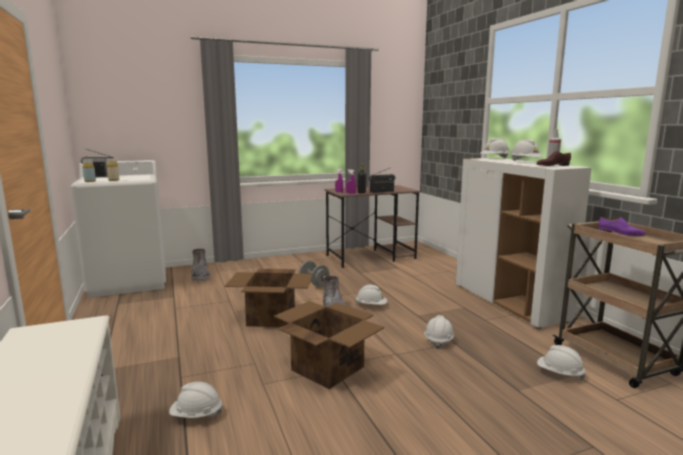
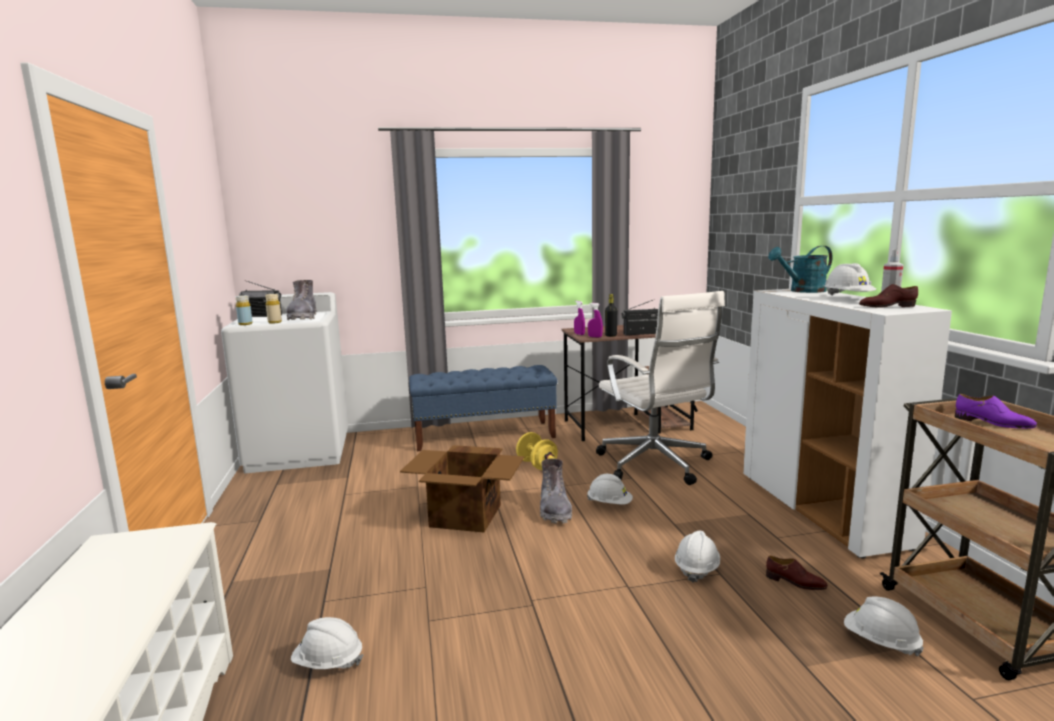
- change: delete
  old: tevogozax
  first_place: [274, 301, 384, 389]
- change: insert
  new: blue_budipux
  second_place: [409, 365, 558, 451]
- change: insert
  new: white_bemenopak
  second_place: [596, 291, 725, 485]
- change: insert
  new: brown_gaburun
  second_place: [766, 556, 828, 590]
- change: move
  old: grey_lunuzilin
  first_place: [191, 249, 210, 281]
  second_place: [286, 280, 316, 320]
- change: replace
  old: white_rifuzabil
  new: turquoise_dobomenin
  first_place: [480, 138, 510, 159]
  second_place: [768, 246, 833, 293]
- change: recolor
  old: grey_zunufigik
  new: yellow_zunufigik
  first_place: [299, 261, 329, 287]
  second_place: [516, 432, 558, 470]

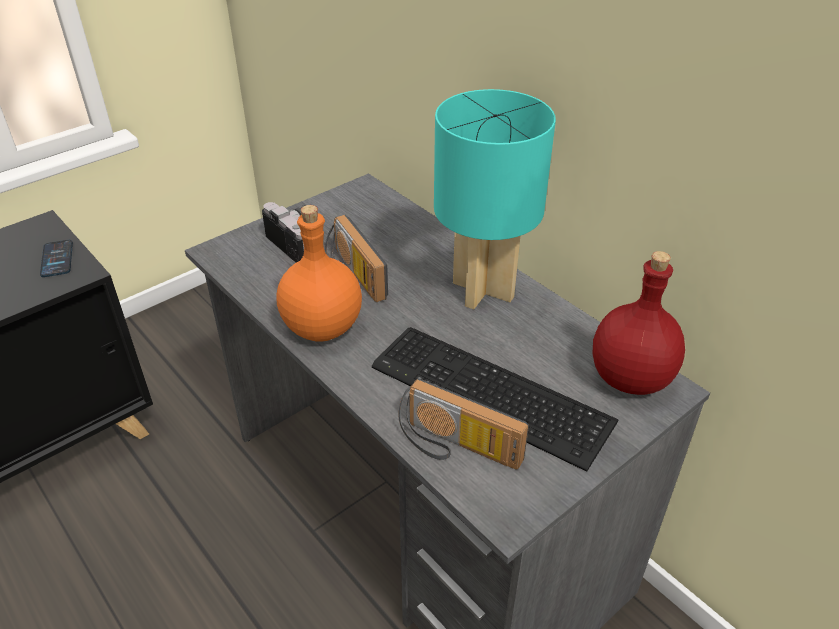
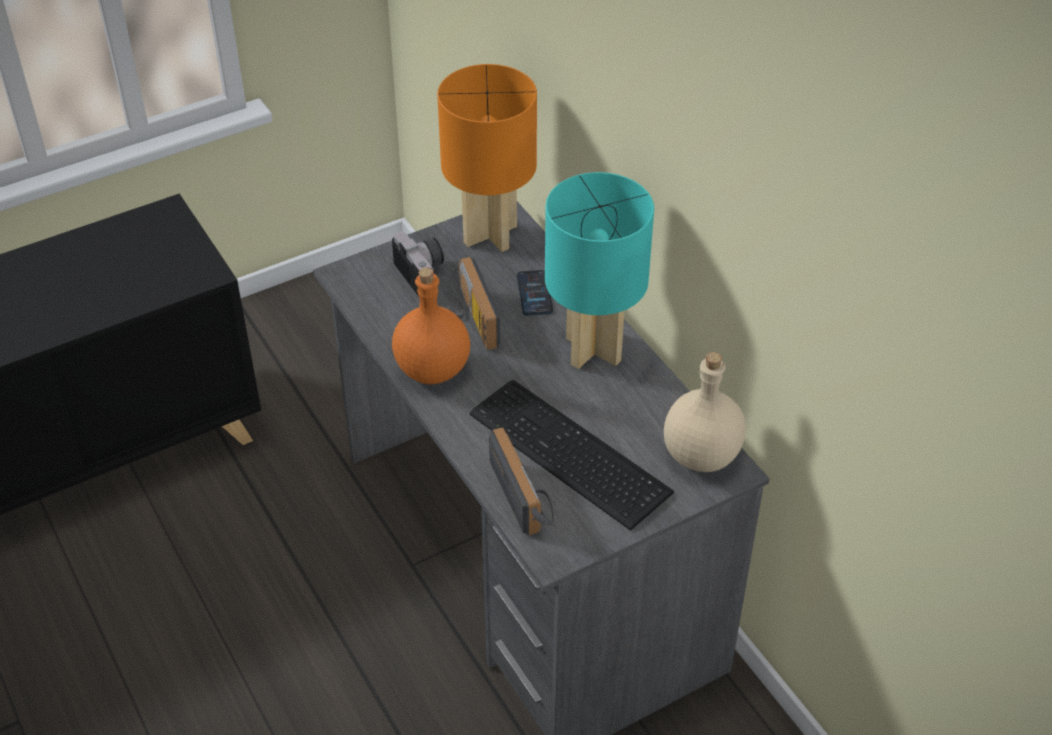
- change: insert
  new: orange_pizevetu
  second_place: [437, 64, 537, 252]
- change: move
  old: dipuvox
  first_place: [40, 240, 73, 277]
  second_place: [517, 270, 553, 316]
- change: recolor
  old: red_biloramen
  new: beige_biloramen
  first_place: [592, 251, 685, 395]
  second_place: [664, 352, 746, 472]
- change: rotate
  old: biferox
  first_place: [399, 379, 529, 469]
  second_place: [489, 427, 554, 536]
  degrees: -150

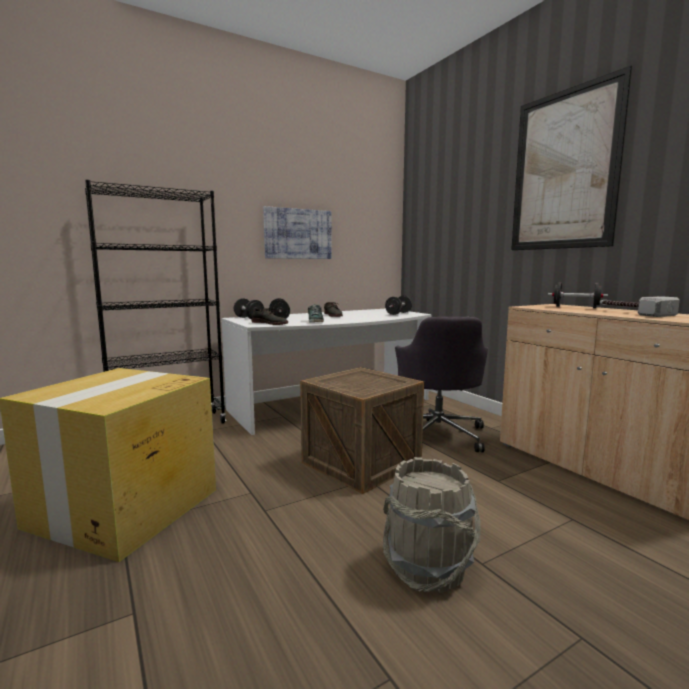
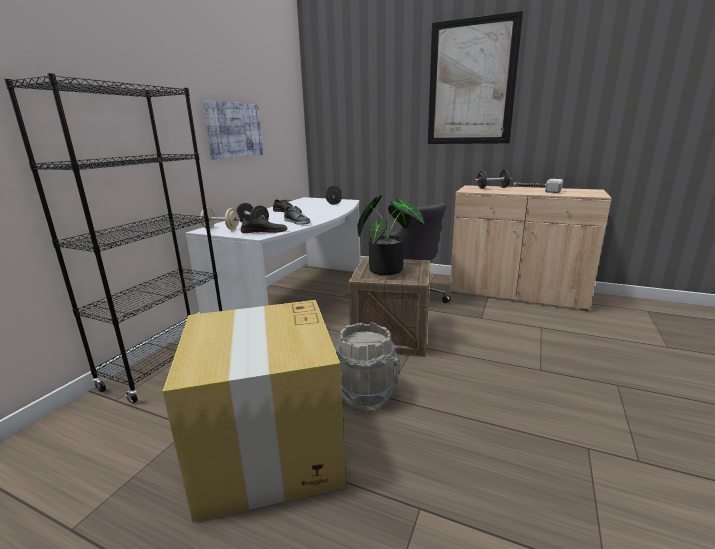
- change: insert
  new: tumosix
  second_place: [357, 195, 425, 275]
- change: move
  old: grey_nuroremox
  first_place: [383, 457, 481, 593]
  second_place: [335, 322, 401, 411]
- change: recolor
  old: black_zunufigik
  new: beige_zunufigik
  first_place: [234, 298, 264, 319]
  second_place: [200, 208, 240, 230]

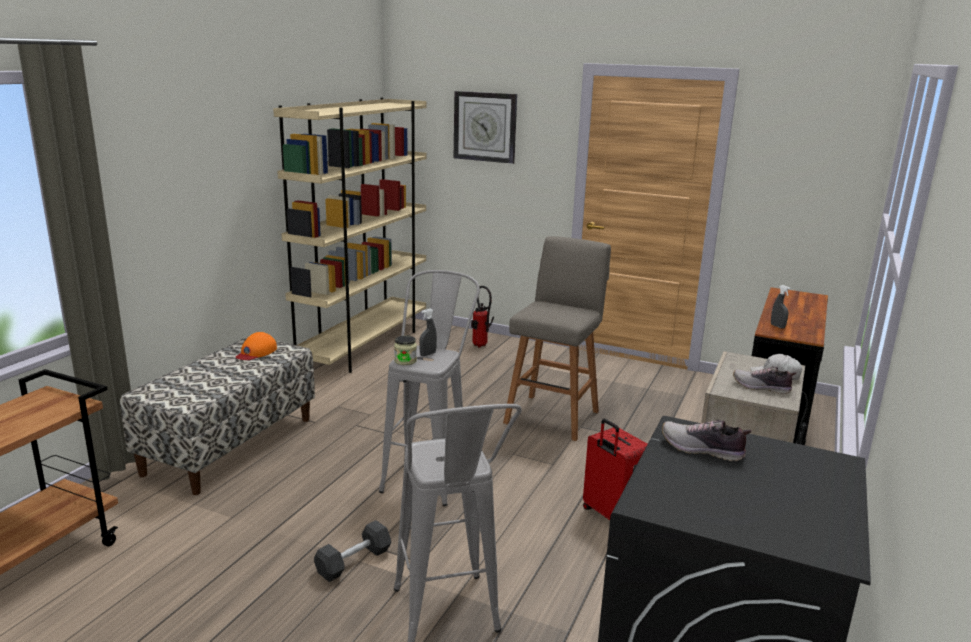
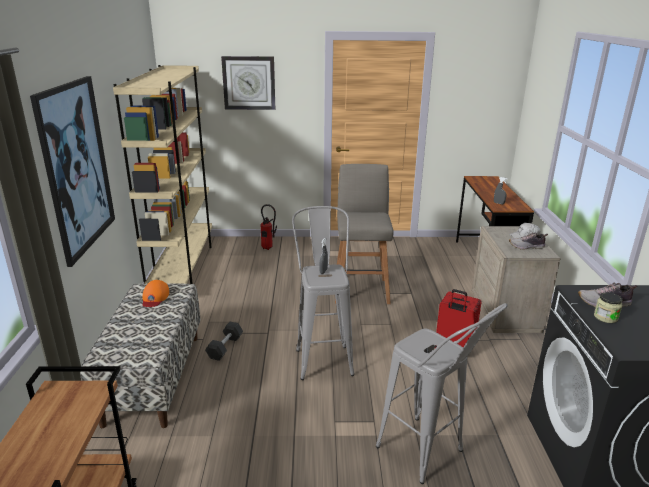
- change: insert
  new: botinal
  second_place: [30, 76, 115, 267]
- change: move
  old: black_zunufigik
  first_place: [314, 520, 392, 582]
  second_place: [205, 322, 243, 361]
- change: move
  old: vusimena
  first_place: [394, 336, 417, 365]
  second_place: [594, 292, 623, 323]

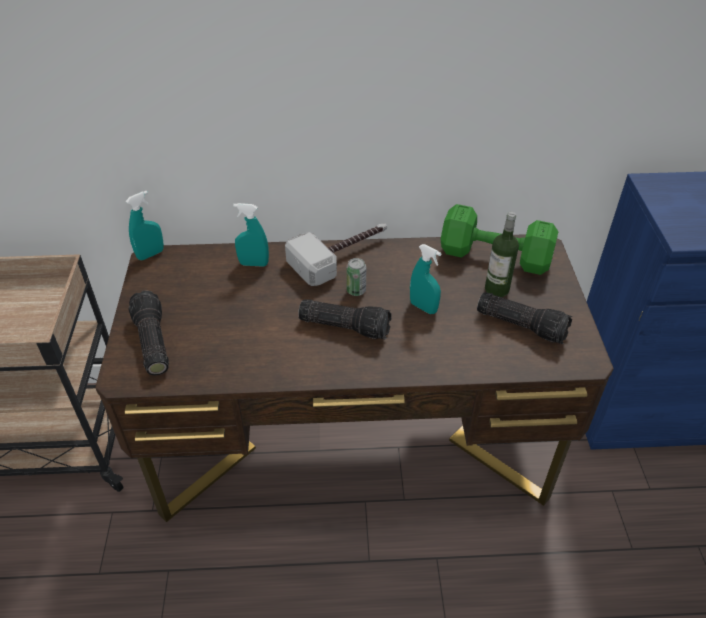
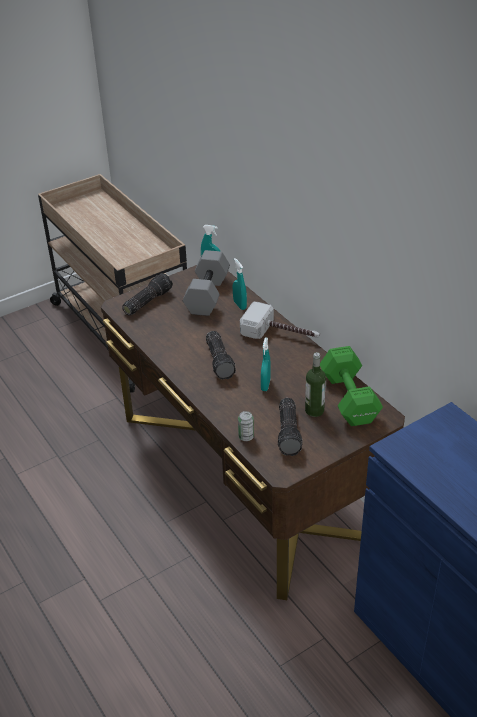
- change: insert
  new: grey_zunufigik
  second_place: [183, 250, 230, 316]
- change: move
  old: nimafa
  first_place: [346, 258, 366, 296]
  second_place: [238, 411, 254, 441]

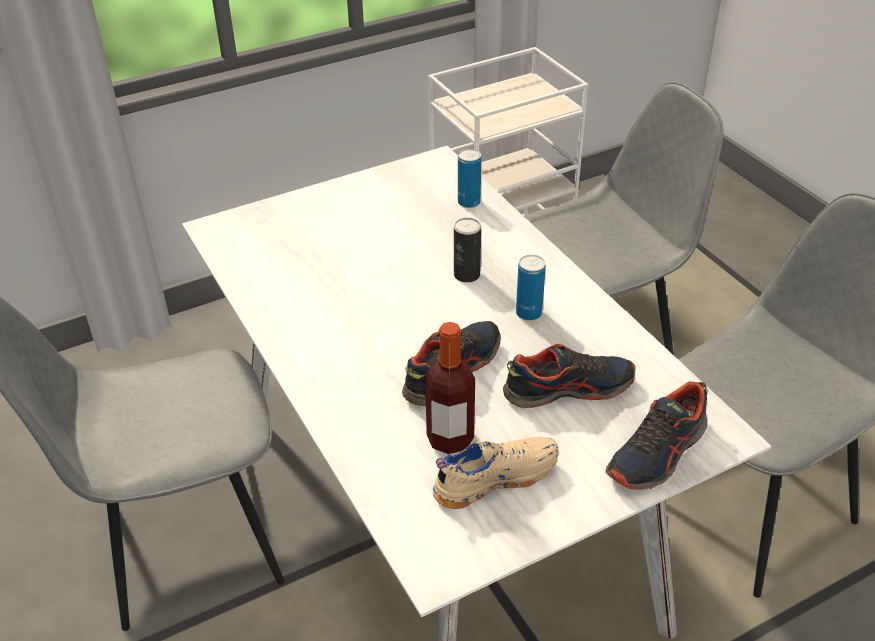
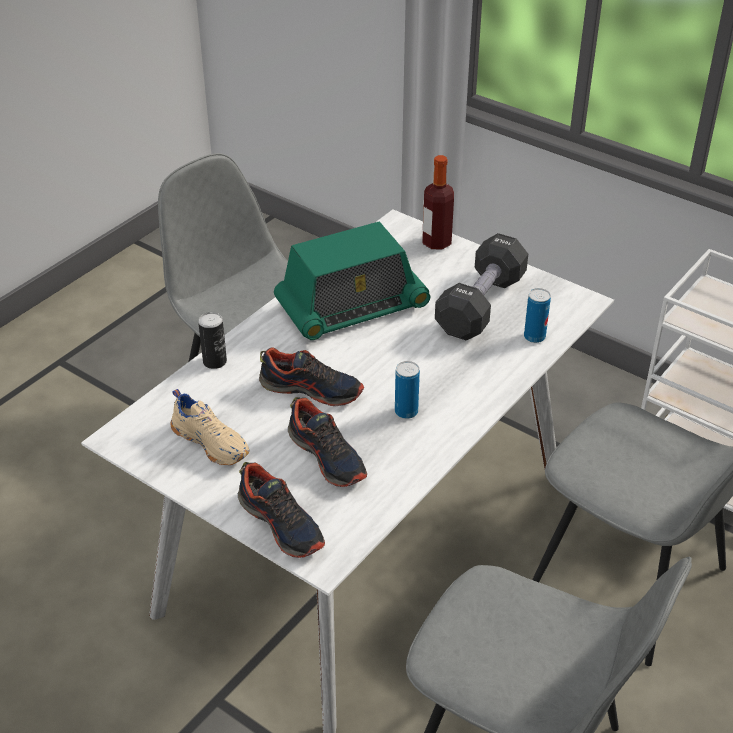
- change: insert
  new: biferox
  second_place: [274, 222, 430, 340]
- change: insert
  new: black_zunufigik
  second_place: [435, 233, 528, 340]
- change: move
  old: biloramen
  first_place: [425, 322, 475, 454]
  second_place: [422, 155, 454, 250]
- change: move
  old: nimafa
  first_place: [454, 218, 481, 282]
  second_place: [198, 312, 227, 369]
- change: rotate
  old: gaburun
  first_place: [606, 382, 708, 490]
  second_place: [238, 462, 325, 558]
  degrees: -150

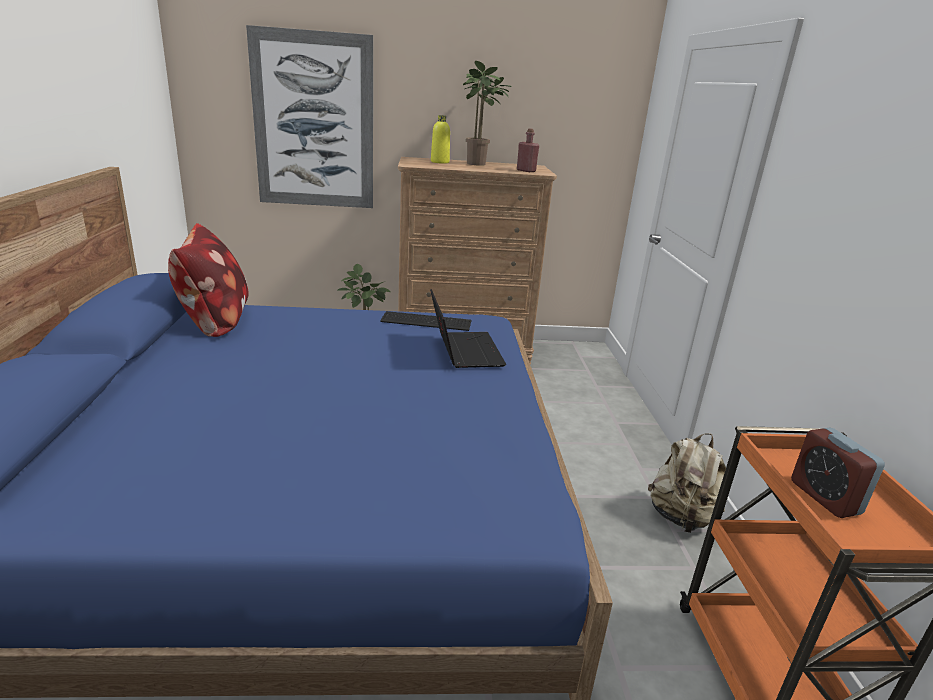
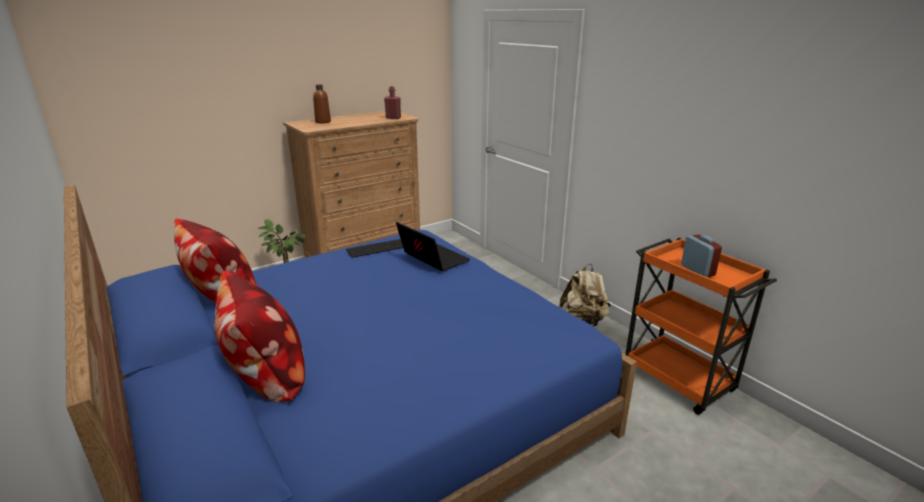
- change: delete
  old: botinal
  first_place: [246, 25, 373, 208]
- change: delete
  old: tumosix
  first_place: [463, 61, 512, 166]
- change: insert
  new: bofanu
  second_place: [215, 270, 305, 402]
- change: recolor
  old: yellow_biloramen
  new: brown_biloramen
  first_place: [431, 115, 450, 164]
  second_place: [313, 85, 331, 123]
- change: rotate
  old: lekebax
  first_place: [791, 428, 885, 518]
  second_place: [681, 235, 722, 277]
  degrees: -150

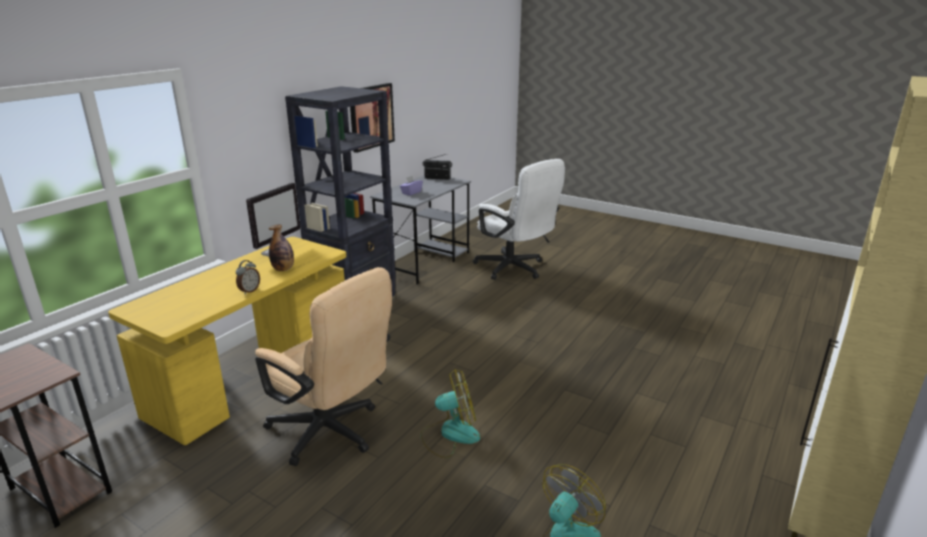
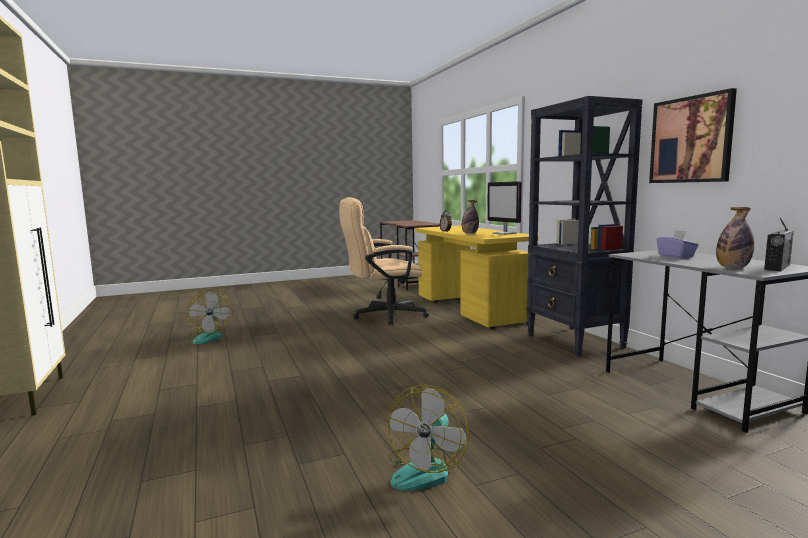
- change: delete
  old: white_bemenopak
  first_place: [473, 159, 565, 280]
- change: insert
  new: biloramen
  second_place: [716, 207, 754, 268]
- change: move
  old: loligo
  first_place: [421, 369, 480, 458]
  second_place: [388, 385, 469, 491]

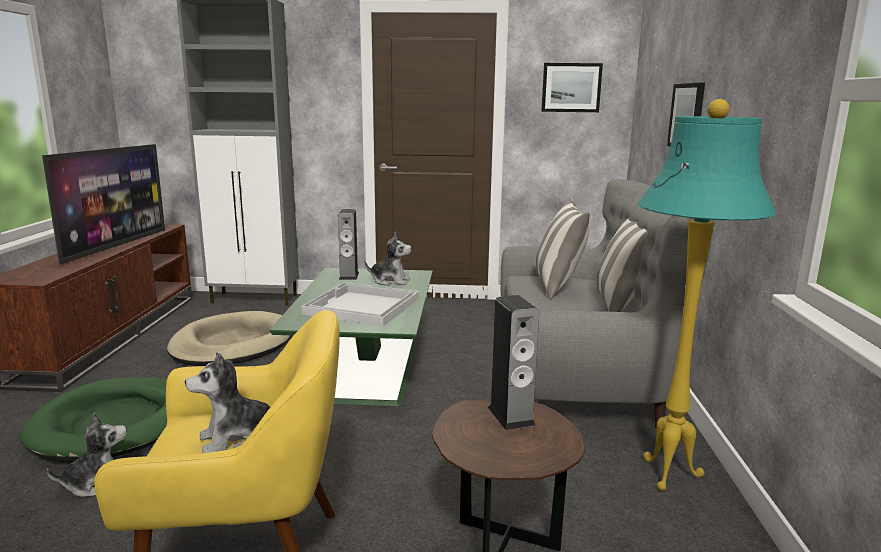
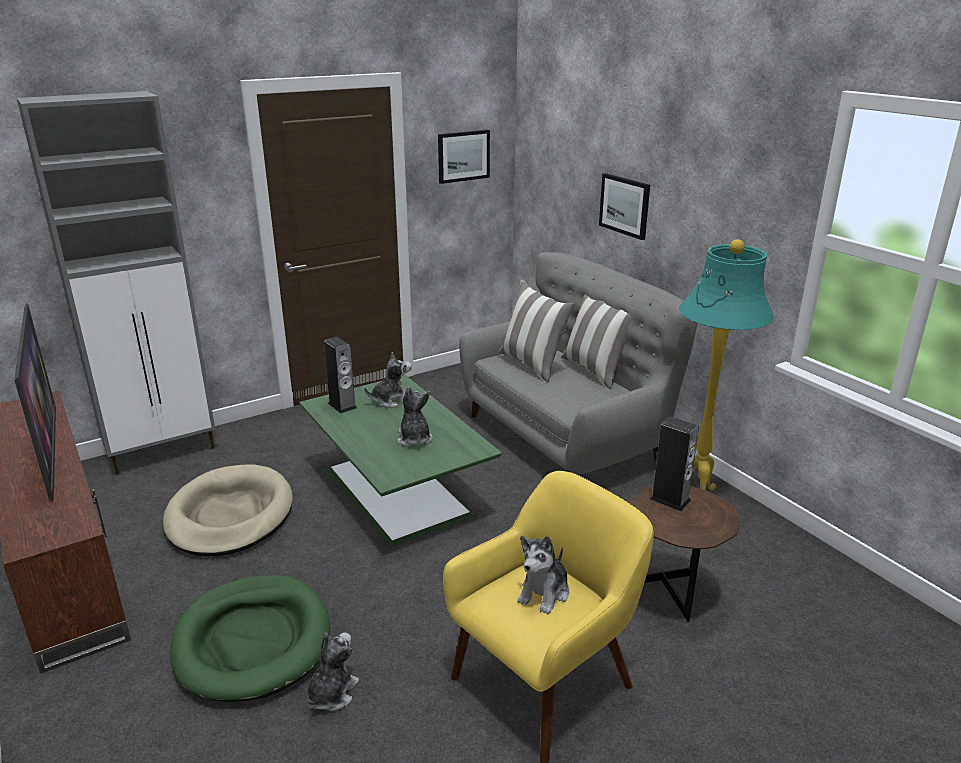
- change: replace
  old: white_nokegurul
  new: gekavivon
  first_place: [301, 282, 419, 326]
  second_place: [397, 387, 433, 447]

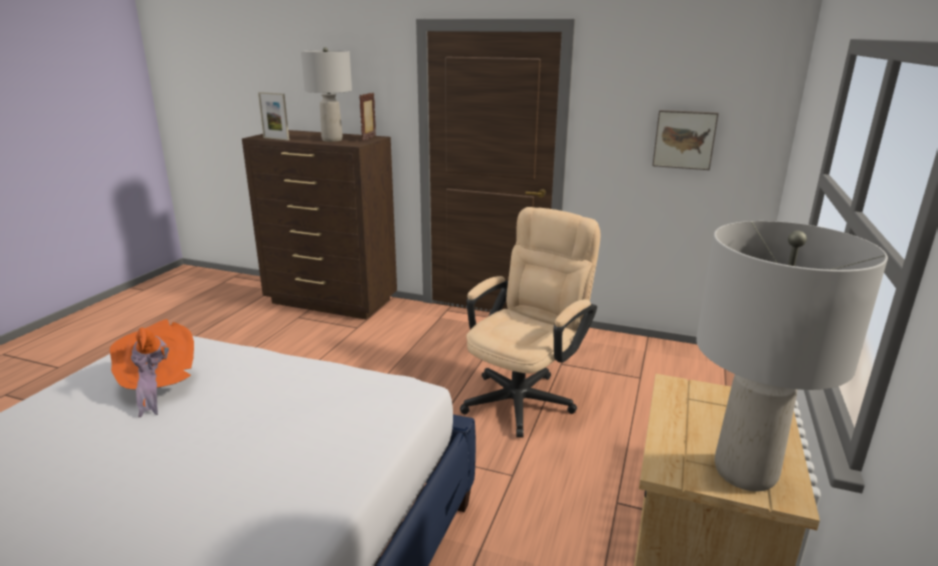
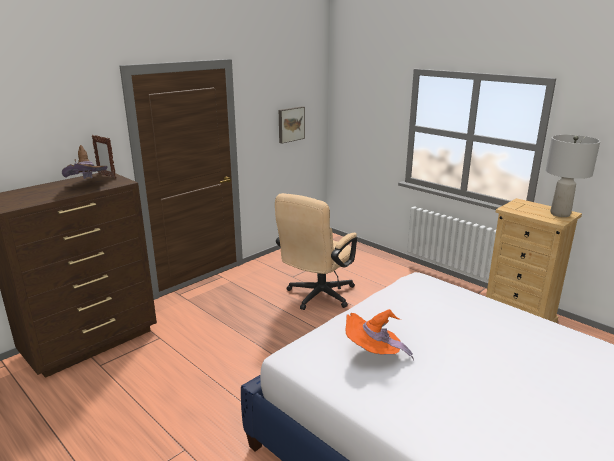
- change: delete
  old: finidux
  first_place: [258, 92, 289, 140]
- change: replace
  old: grey_pizevetu
  new: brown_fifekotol
  first_place: [301, 47, 352, 142]
  second_place: [62, 145, 107, 179]
- change: rotate
  old: beige_bemenopak
  first_place: [460, 207, 600, 438]
  second_place: [275, 193, 357, 310]
  degrees: -120

